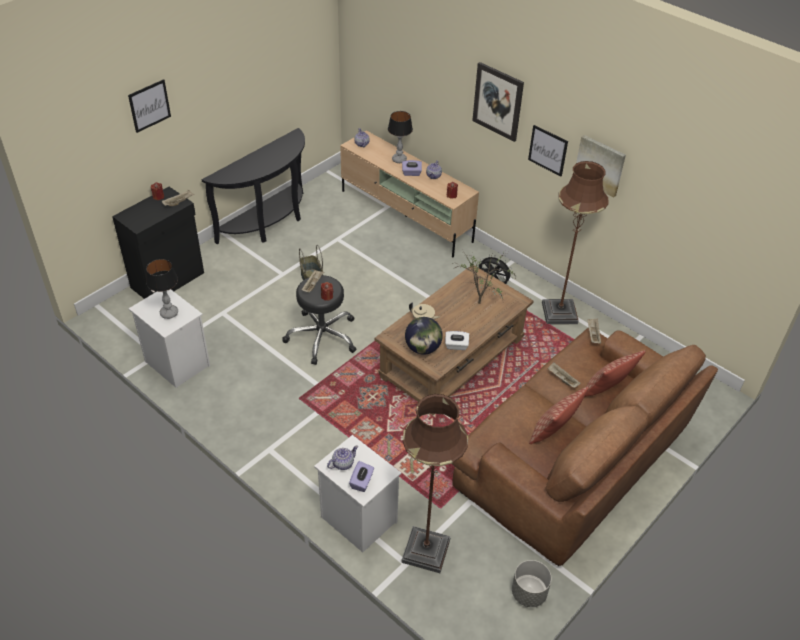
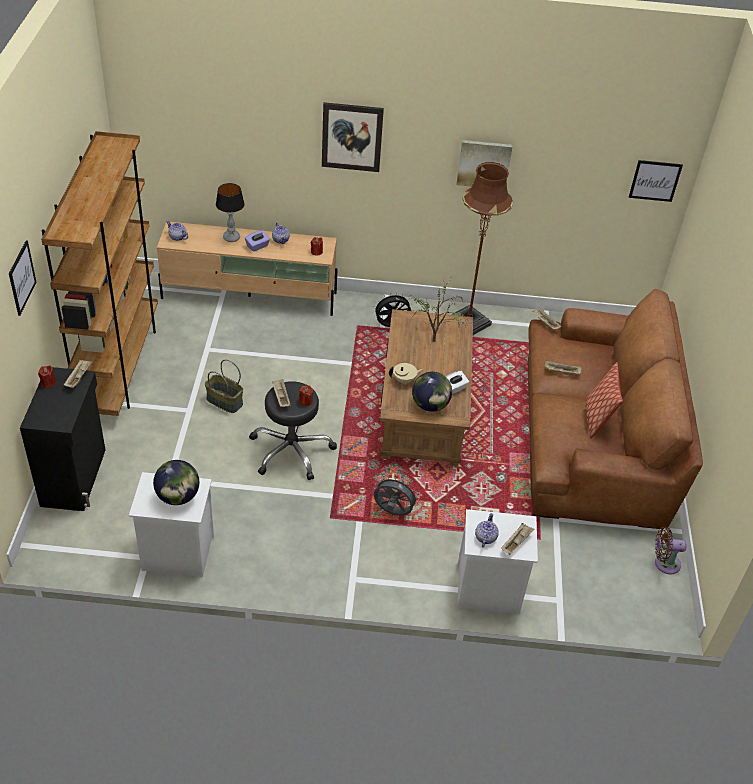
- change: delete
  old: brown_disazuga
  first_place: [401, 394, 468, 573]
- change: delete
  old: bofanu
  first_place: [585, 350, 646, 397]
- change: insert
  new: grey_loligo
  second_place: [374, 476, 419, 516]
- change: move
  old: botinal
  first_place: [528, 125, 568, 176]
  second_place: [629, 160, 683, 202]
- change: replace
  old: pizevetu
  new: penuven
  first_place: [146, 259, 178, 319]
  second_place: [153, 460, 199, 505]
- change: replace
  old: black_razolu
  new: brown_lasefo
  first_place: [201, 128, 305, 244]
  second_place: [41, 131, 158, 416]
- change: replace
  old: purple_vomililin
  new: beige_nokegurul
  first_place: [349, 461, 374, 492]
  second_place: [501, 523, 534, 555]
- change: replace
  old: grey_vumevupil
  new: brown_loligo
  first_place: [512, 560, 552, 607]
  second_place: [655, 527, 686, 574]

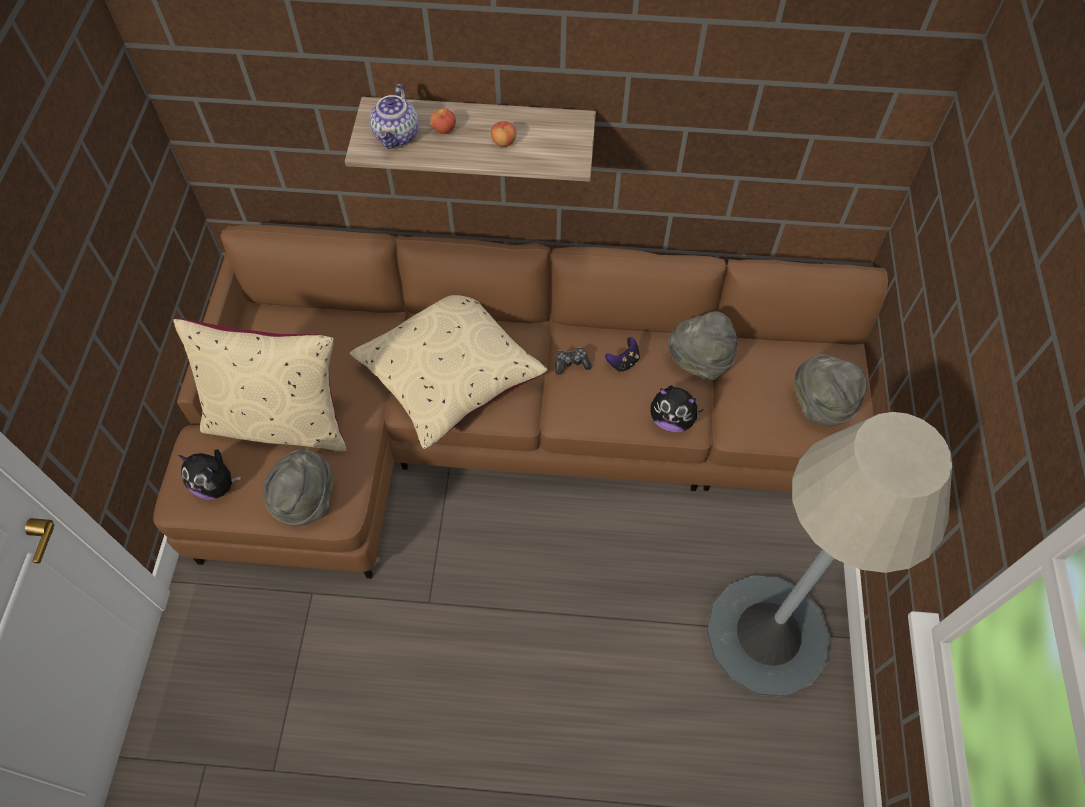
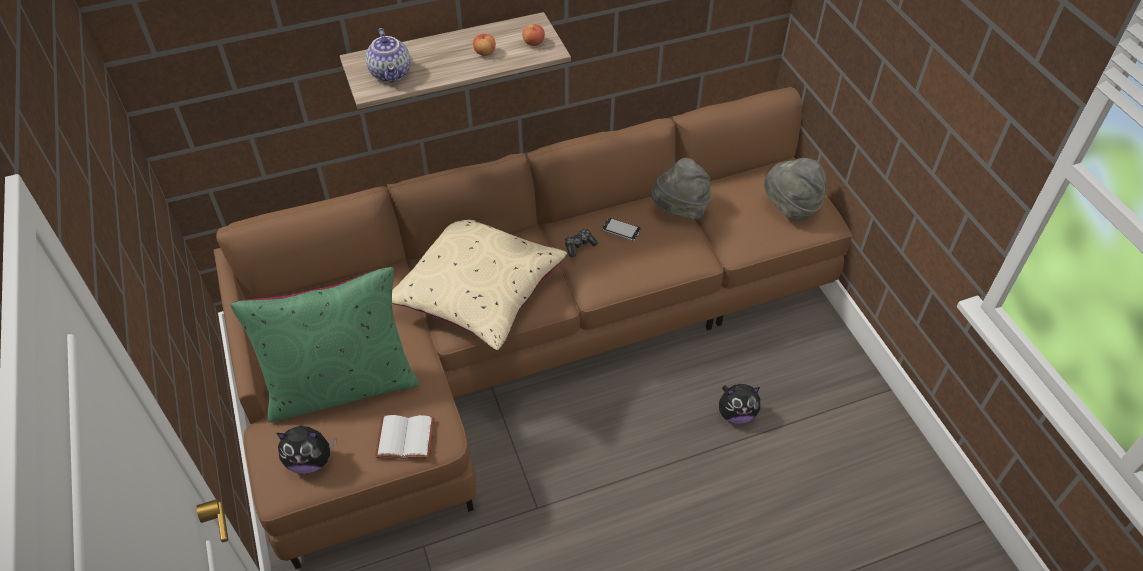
- change: delete
  old: grey_disazuga
  first_place: [707, 412, 952, 697]
- change: move
  old: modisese
  first_place: [430, 108, 456, 134]
  second_place: [522, 24, 545, 46]
- change: move
  old: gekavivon
  first_place: [650, 385, 704, 432]
  second_place: [719, 384, 760, 424]
- change: replace
  old: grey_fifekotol
  new: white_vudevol
  first_place: [263, 449, 333, 526]
  second_place: [375, 415, 435, 459]
- change: replace
  old: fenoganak
  new: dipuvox
  first_place: [605, 337, 640, 372]
  second_place: [602, 218, 641, 241]
- change: recolor
  old: beige_bofanu
  new: green_bofanu
  first_place: [173, 319, 347, 451]
  second_place: [230, 267, 420, 423]

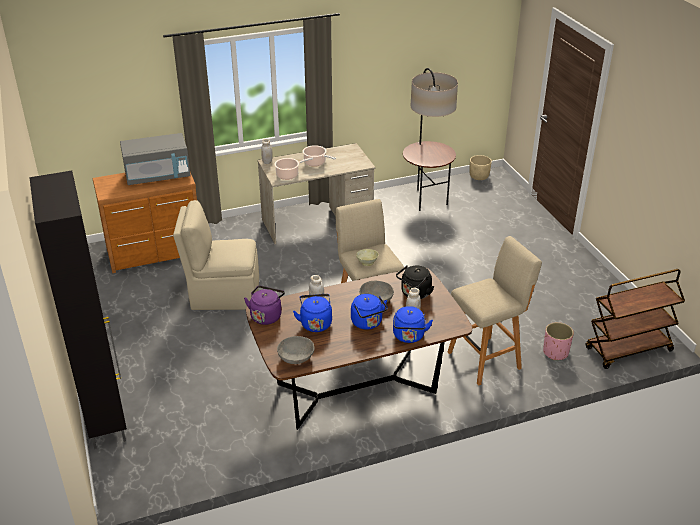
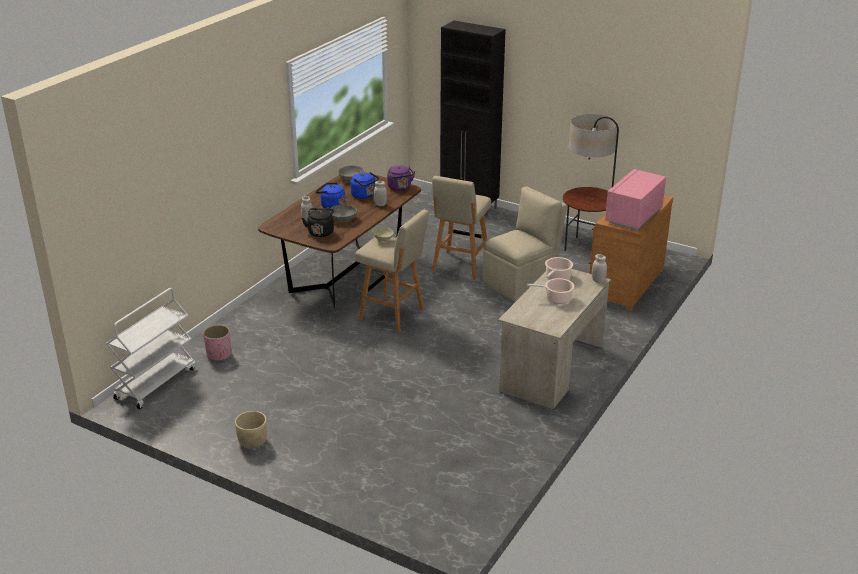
- change: delete
  old: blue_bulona
  first_place: [393, 306, 433, 343]
- change: move
  old: disazuga
  first_place: [403, 68, 458, 211]
  second_place: [563, 114, 619, 251]
- change: move
  old: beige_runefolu
  first_place: [448, 236, 542, 386]
  second_place: [432, 176, 491, 280]
- change: move
  old: beige_vumevupil
  first_place: [469, 155, 492, 180]
  second_place: [235, 411, 267, 449]
- change: recolor
  old: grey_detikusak
  new: pink_detikusak
  first_place: [120, 133, 191, 185]
  second_place: [605, 169, 666, 231]
- change: recolor
  old: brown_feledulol
  new: white_feledulol
  first_place: [585, 269, 685, 369]
  second_place: [106, 288, 196, 409]

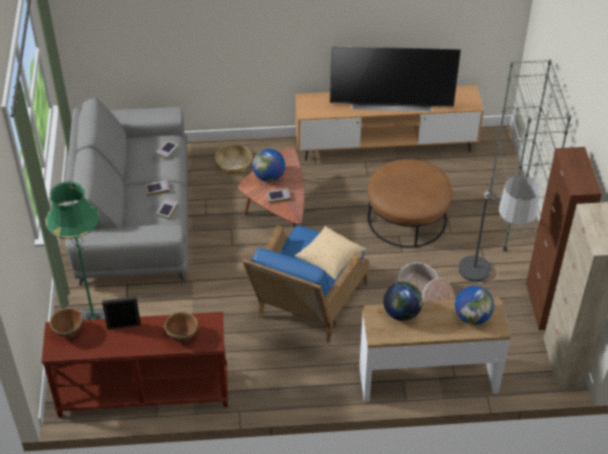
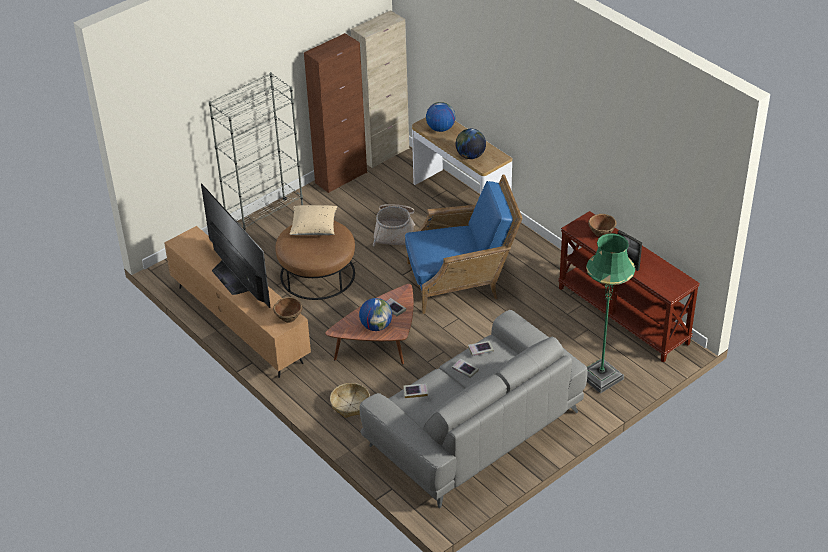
- change: delete
  old: disazuga
  first_place: [458, 175, 540, 283]
- change: move
  old: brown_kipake
  first_place: [50, 308, 84, 338]
  second_place: [273, 297, 302, 323]
- change: move
  old: beige_bofanu
  first_place: [295, 226, 366, 280]
  second_place: [290, 205, 337, 235]

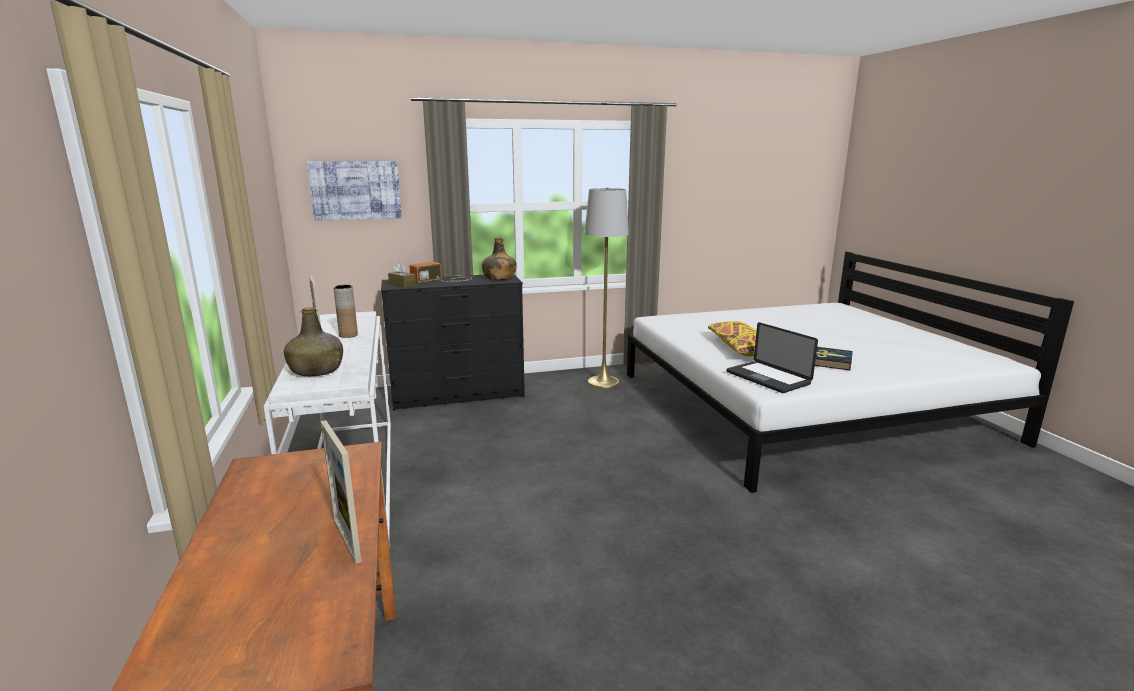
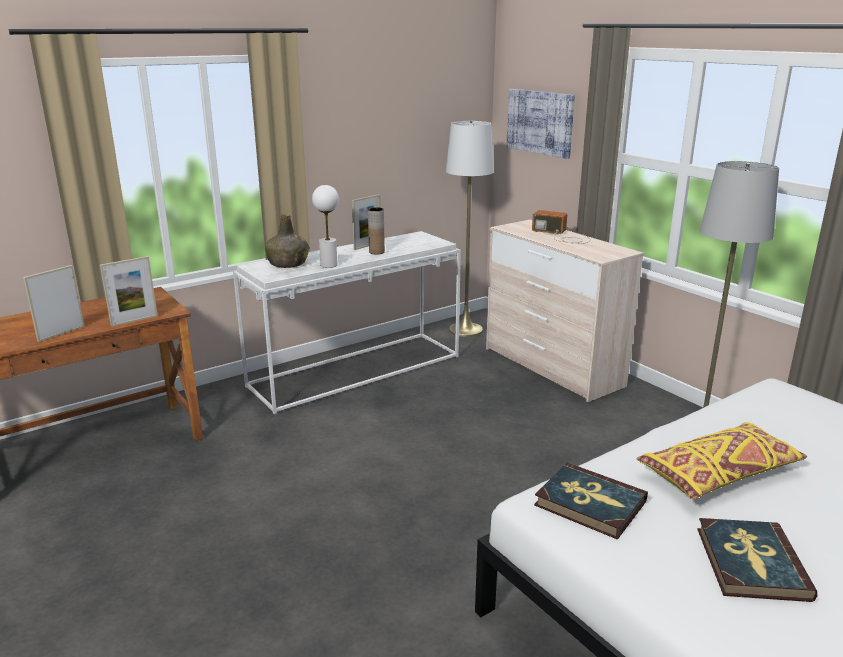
- change: delete
  old: brown_vomililin
  first_place: [388, 263, 416, 288]
- change: delete
  old: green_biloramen
  first_place: [482, 238, 517, 281]
- change: insert
  new: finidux
  second_place: [100, 256, 158, 327]
- change: insert
  new: white_pizevetu
  second_place: [312, 185, 339, 268]
- change: insert
  new: white_disazuga
  second_place: [446, 121, 494, 337]
- change: replace
  old: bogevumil
  new: vudevol
  first_place: [727, 322, 818, 393]
  second_place: [534, 462, 648, 540]
- change: recolor
  old: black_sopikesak
  new: beige_sopikesak
  first_place: [381, 274, 525, 411]
  second_place: [486, 220, 644, 402]

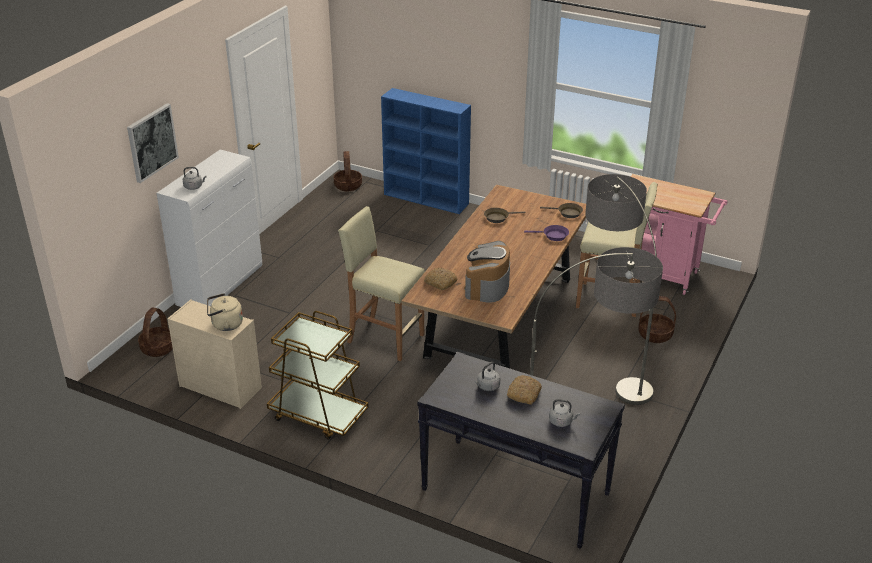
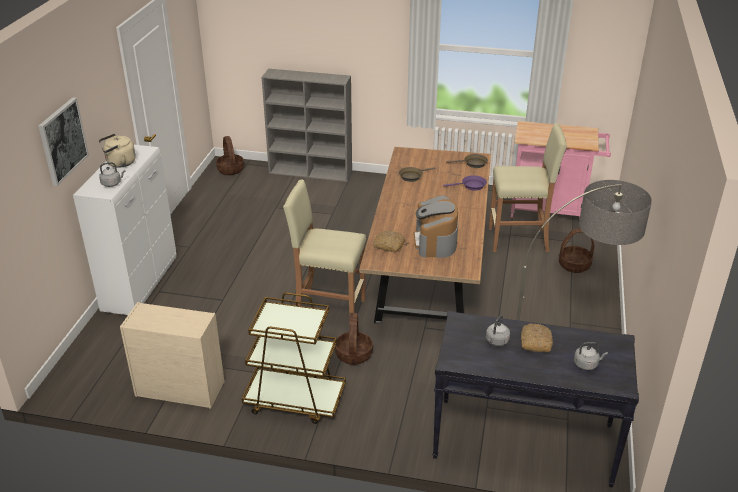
- change: delete
  old: disazuga
  first_place: [585, 174, 657, 405]
- change: move
  old: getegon
  first_place: [138, 307, 173, 357]
  second_place: [335, 313, 373, 365]
- change: move
  old: beige_bulona
  first_place: [207, 293, 243, 331]
  second_place: [99, 134, 136, 168]
- change: recolor
  old: blue_lasefo
  new: grey_lasefo
  first_place: [381, 88, 471, 214]
  second_place: [262, 69, 352, 182]

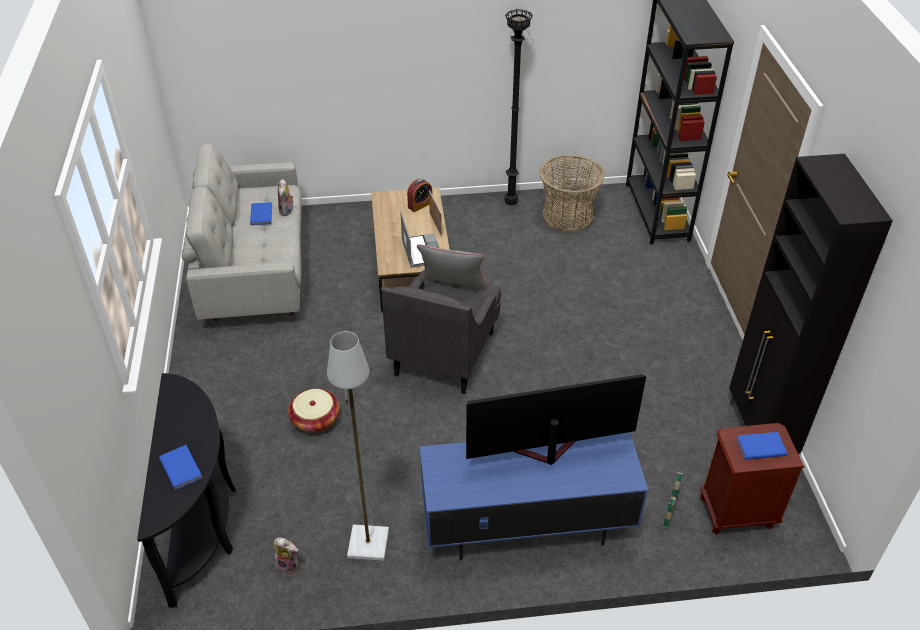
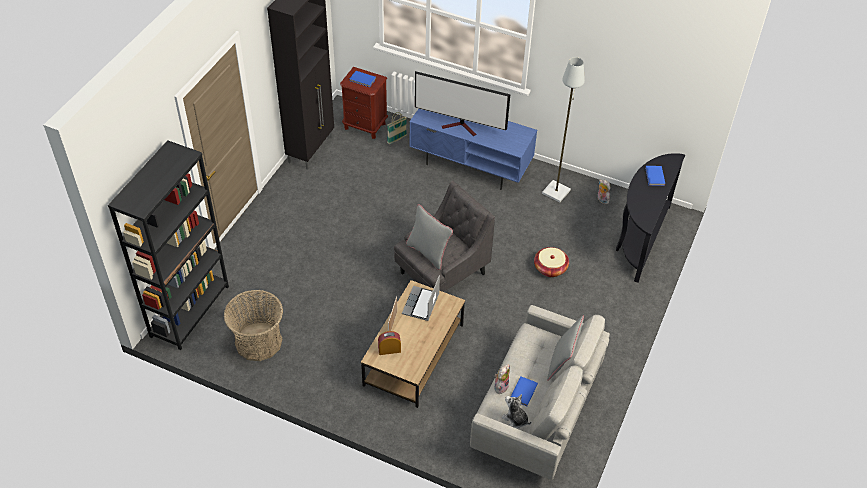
- change: delete
  old: black_disazuga
  first_place: [504, 9, 533, 205]
- change: insert
  new: gekavivon
  second_place: [502, 394, 531, 429]
- change: insert
  new: grey_bofanu
  second_place: [547, 315, 584, 381]

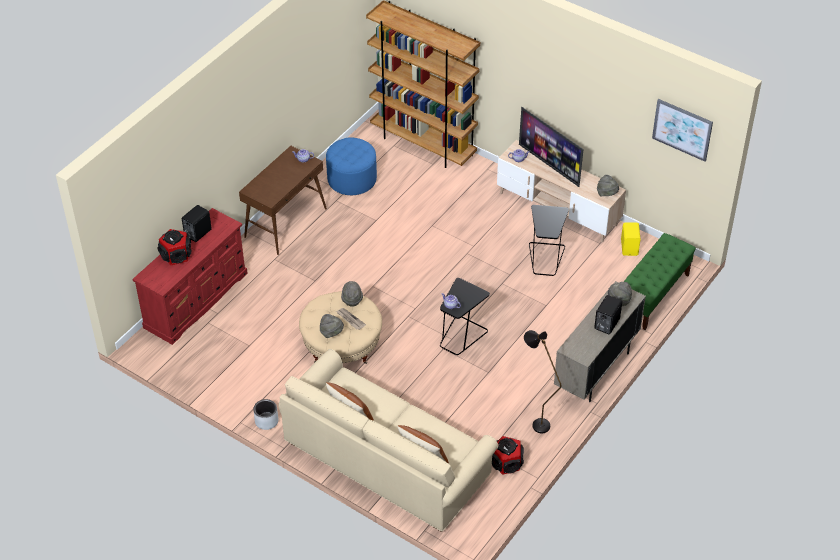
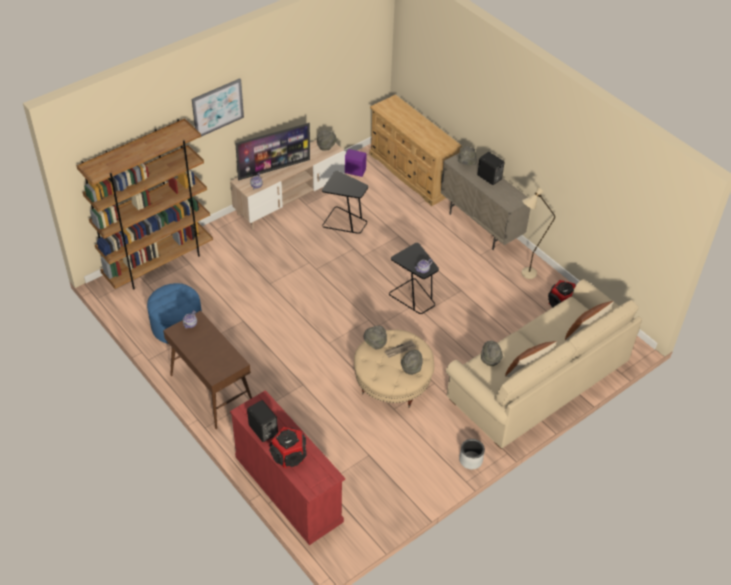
- change: insert
  new: grey_fifekotol
  second_place: [481, 341, 503, 366]
- change: move
  old: botinal
  first_place: [652, 99, 713, 162]
  second_place: [192, 78, 244, 138]
- change: replace
  old: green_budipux
  new: beige_sopikesak
  first_place: [624, 233, 696, 330]
  second_place: [369, 94, 462, 206]
- change: recolor
  old: black_disazuga
  new: beige_disazuga
  first_place: [524, 330, 562, 433]
  second_place: [522, 187, 555, 279]
- change: recolor
  old: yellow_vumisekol
  new: purple_vumisekol
  first_place: [621, 222, 641, 256]
  second_place: [345, 149, 366, 177]

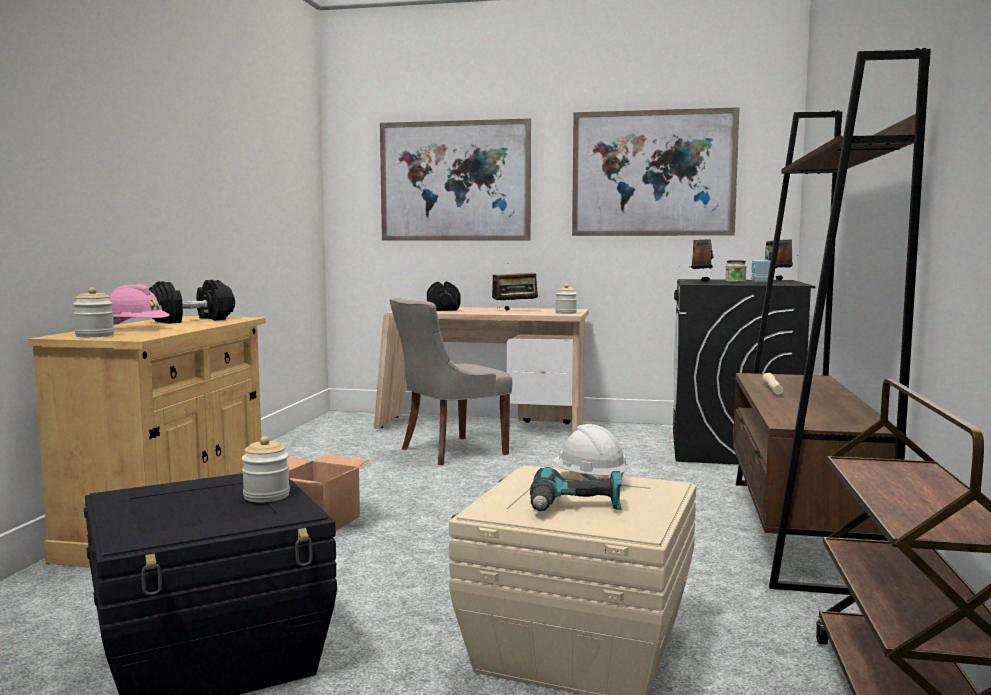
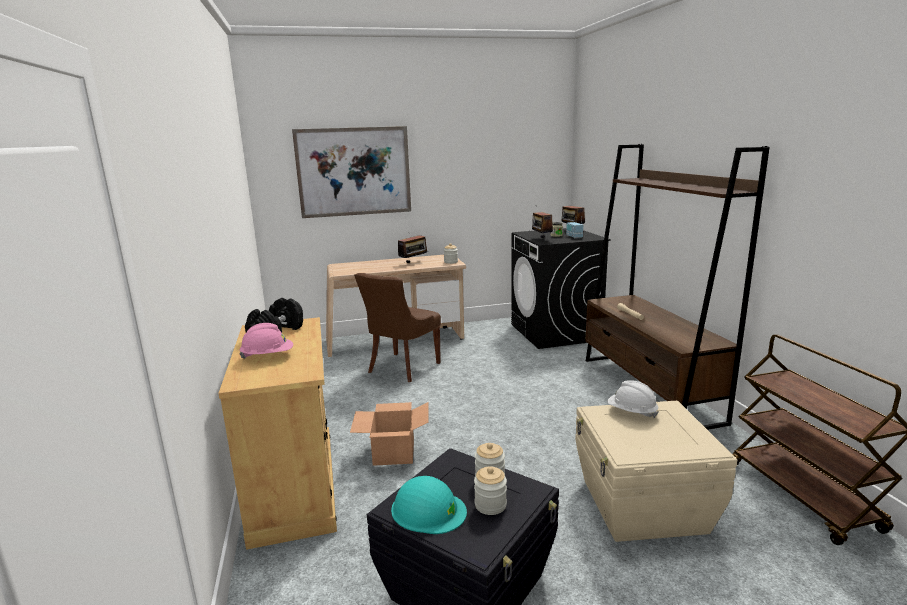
- change: delete
  old: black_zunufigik
  first_place: [427, 281, 461, 311]
- change: delete
  old: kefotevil
  first_place: [530, 467, 622, 511]
- change: delete
  old: botinal
  first_place: [572, 107, 739, 236]
- change: insert
  new: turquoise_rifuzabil
  second_place: [391, 476, 467, 534]
- change: move
  old: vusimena
  first_place: [73, 287, 114, 337]
  second_place: [474, 466, 507, 515]
- change: recolor
  old: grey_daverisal
  new: brown_daverisal
  first_place: [390, 298, 512, 465]
  second_place: [354, 273, 441, 382]

